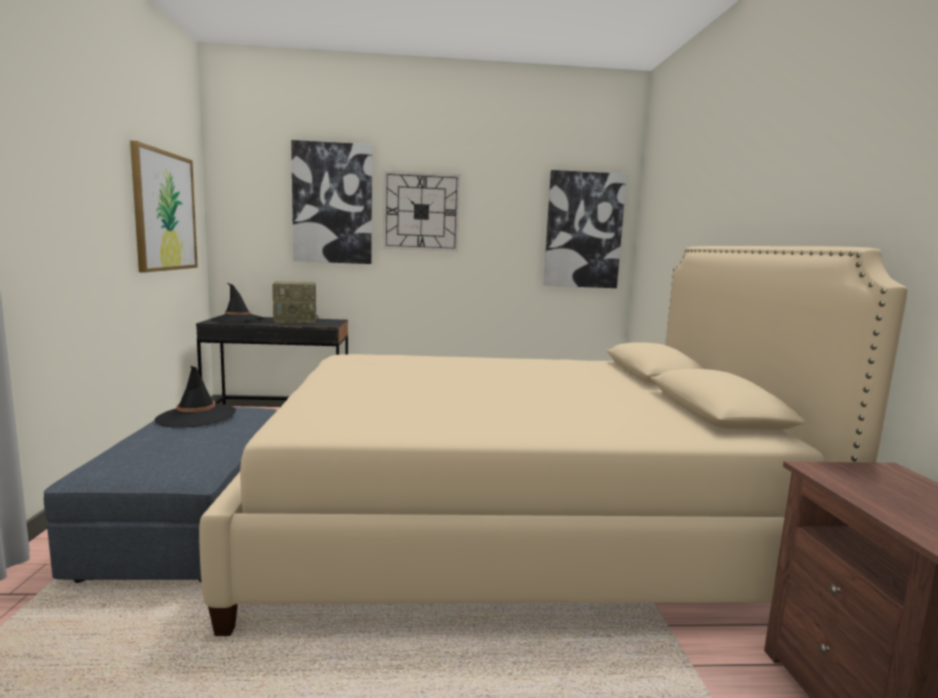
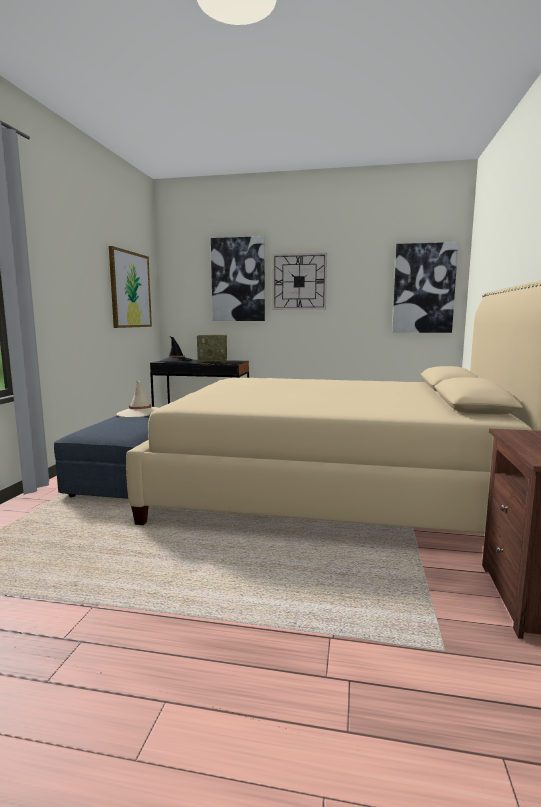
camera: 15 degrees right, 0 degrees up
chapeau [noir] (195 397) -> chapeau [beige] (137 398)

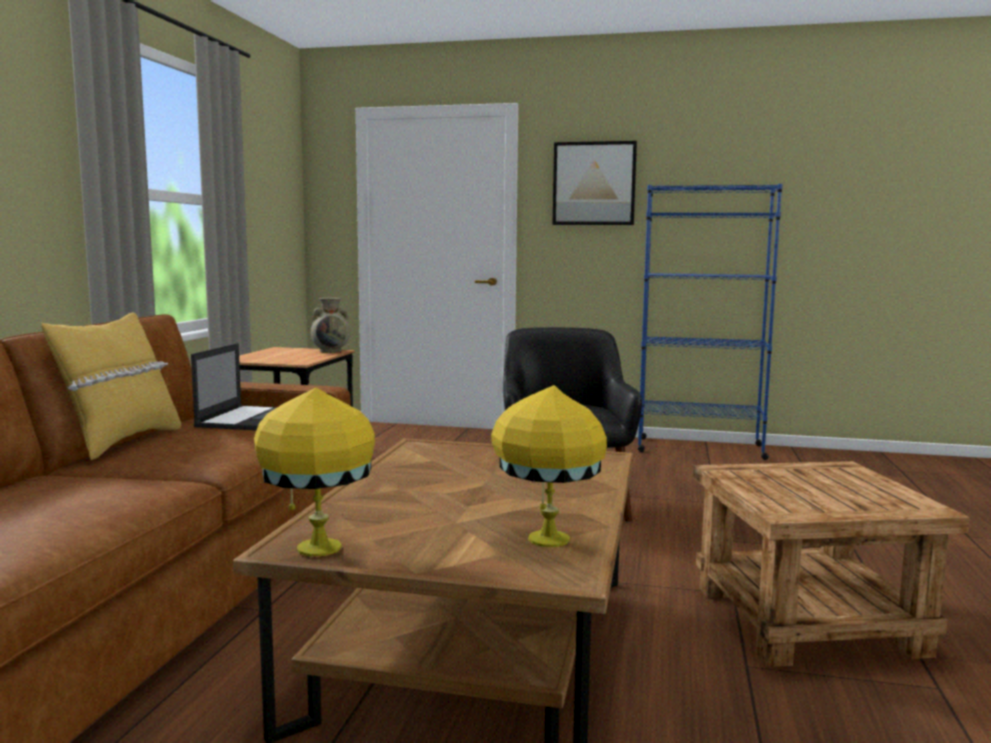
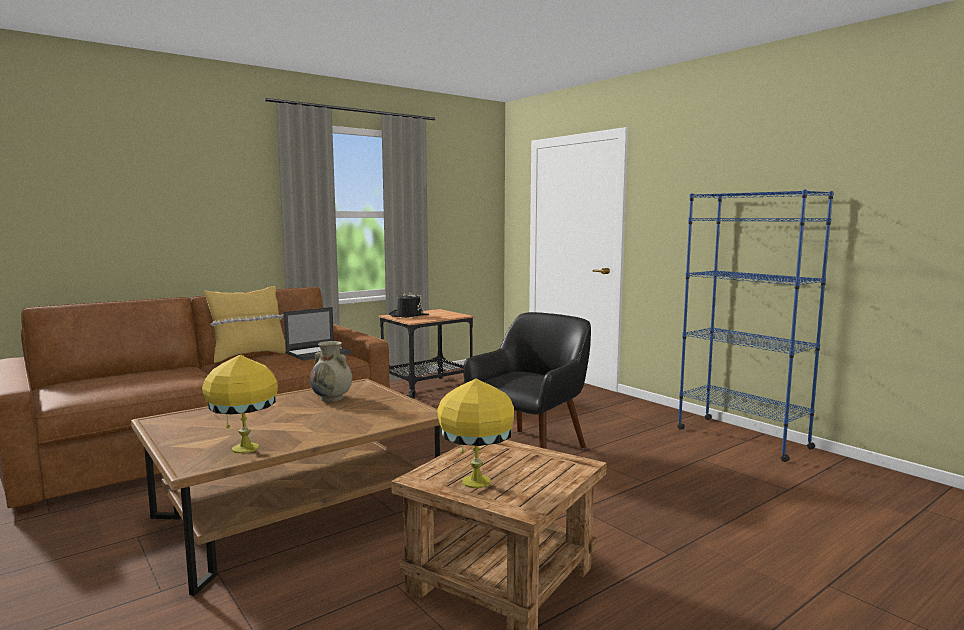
camera: 40 degrees right, 0 degrees up
lampe de table [jaune] (314 471) -> lampe de table [jaune] (475 433), shifted
vase [beige] (330 325) -> vase [beige] (331 371), shifted
tableau (594 183) -> none
none -> chapeau [noir] (409 305)

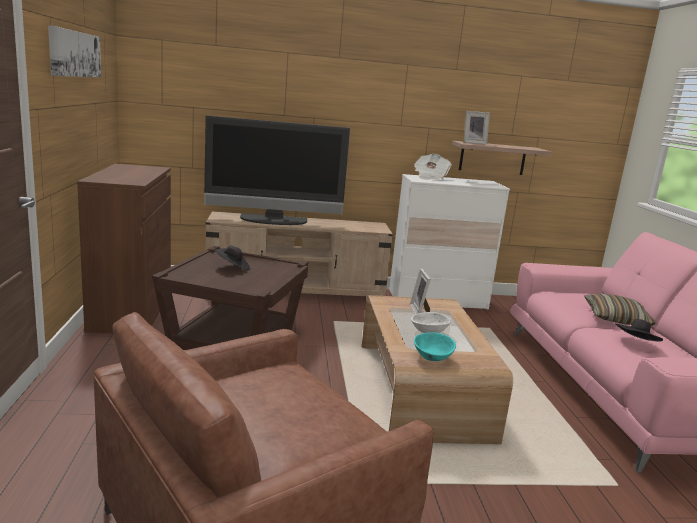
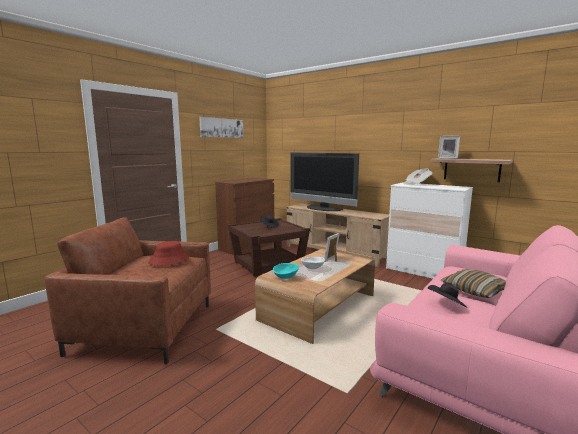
camera: 45 degrees right, 5 degrees down
none -> chapeau [rouge] (168 253)

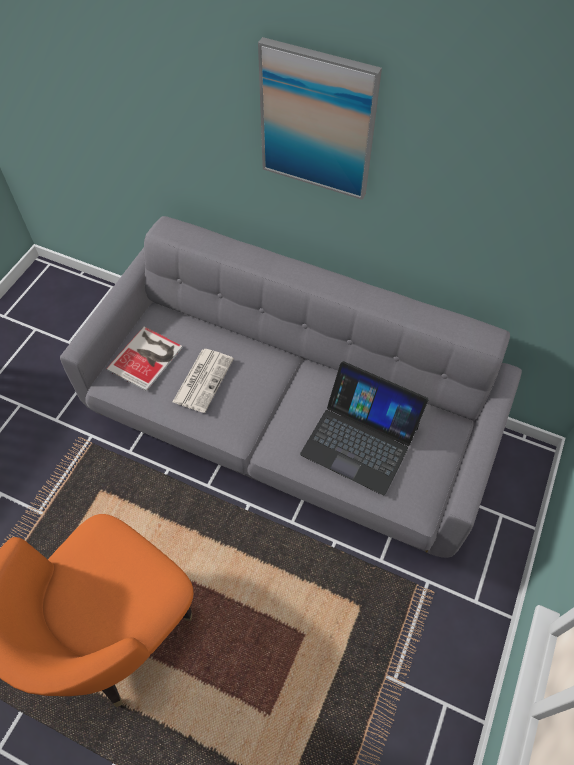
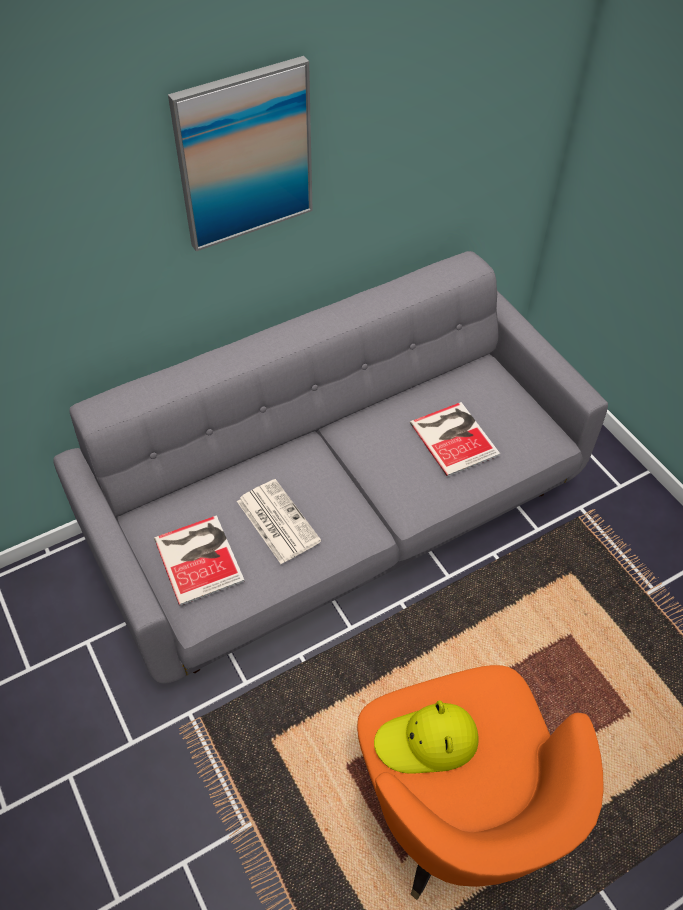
camera: 55 degrees left, 5 degrees down
ordinateur portable (364 428) -> livre (455 439)
none -> chapeau [jaune] (426 737)

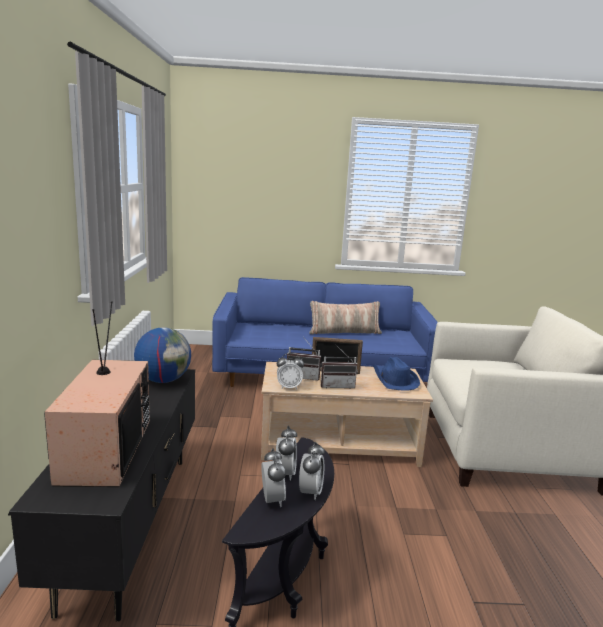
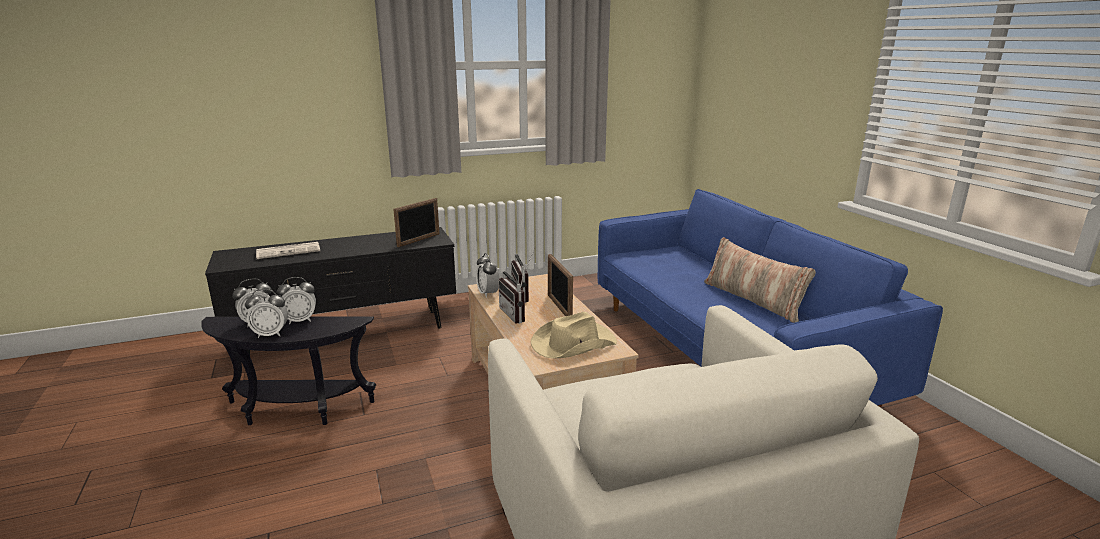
camera: 70 degrees right, 5 degrees up
téléviseur (97 394) -> journal (288 250)
globe (162 355) -> cadre photo (416 222)
chapeau [bleu] (396 374) -> chapeau [beige] (574 335)

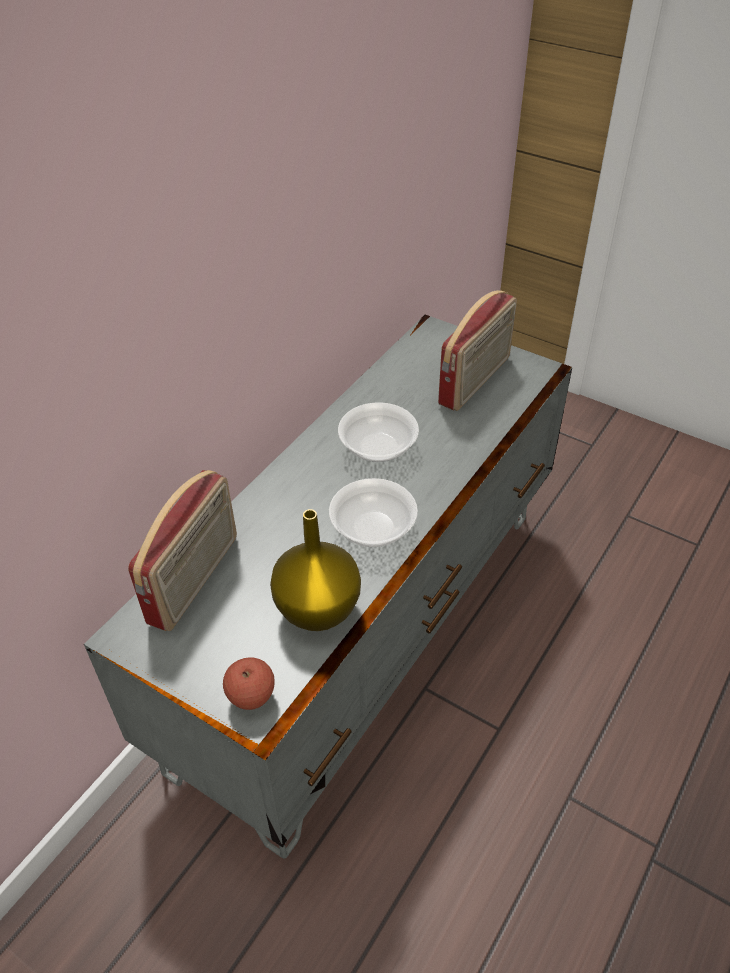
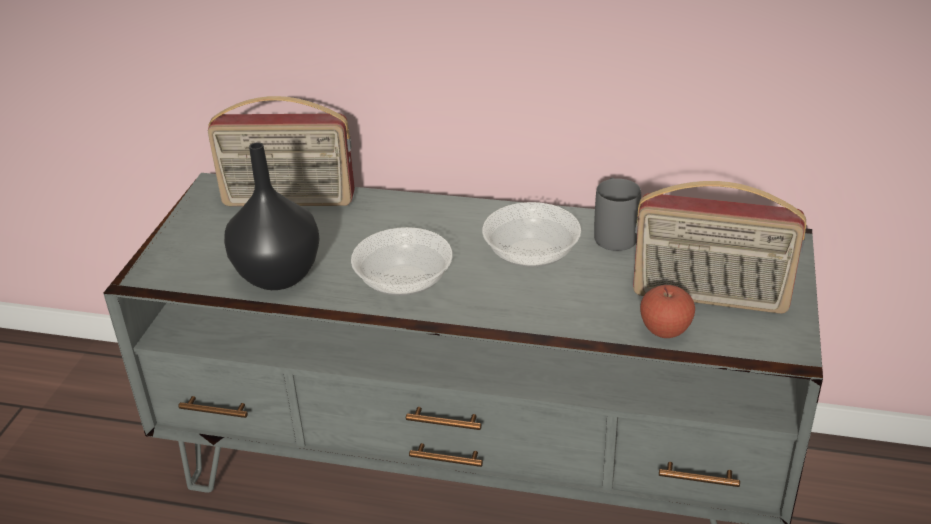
camera: 70 degrees right, 10 degrees down
pomme (249 683) -> pomme (667 311), shifted
vase [jaune] (315 570) -> vase [noir] (272 216)
none -> mug [gris] (617 214)

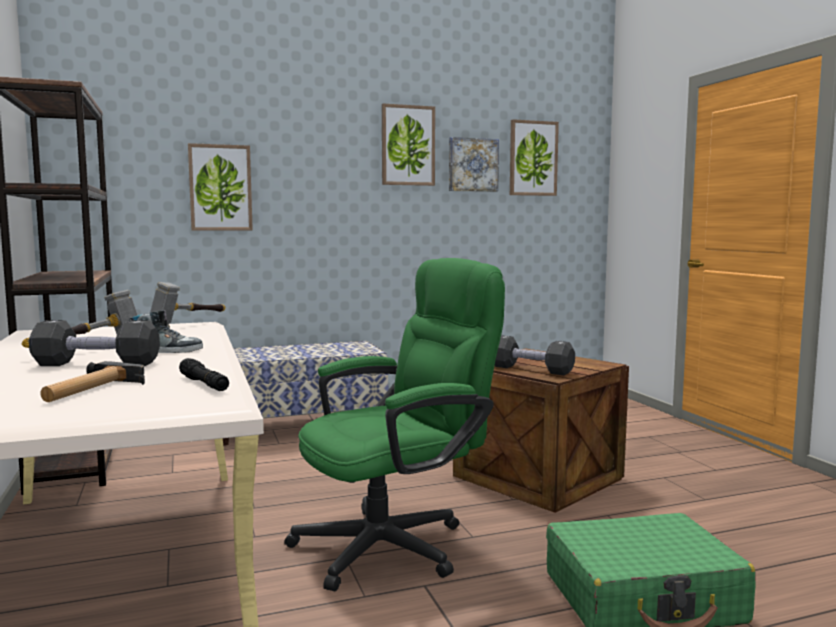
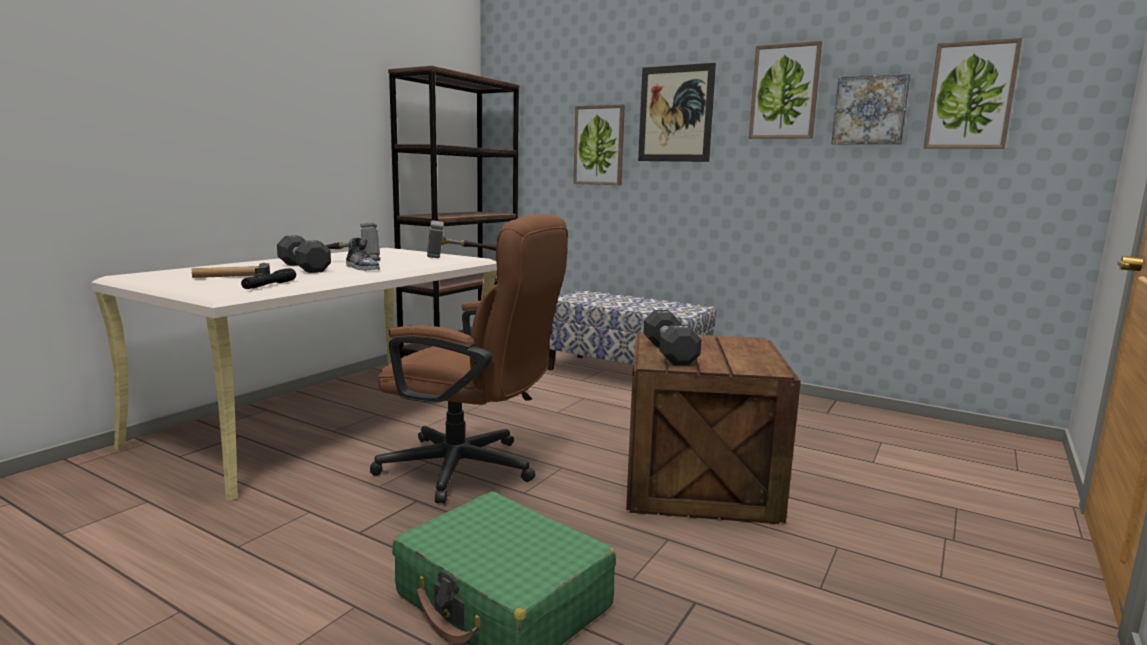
camera: 50 degrees right, 5 degrees up
chaise de bureau [vert] (394 425) -> chaise de bureau [marron] (469 359)
none -> tableau (677 112)

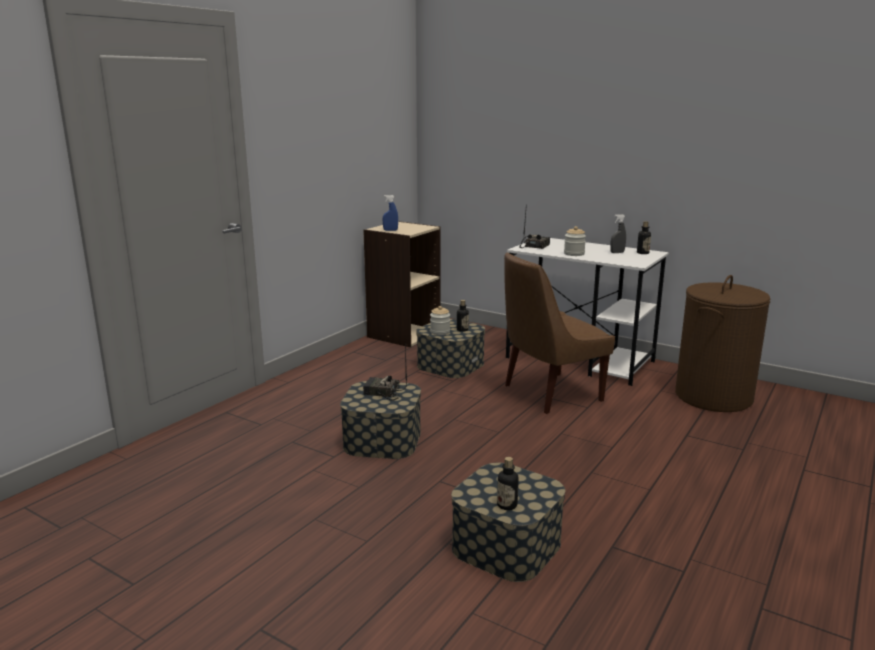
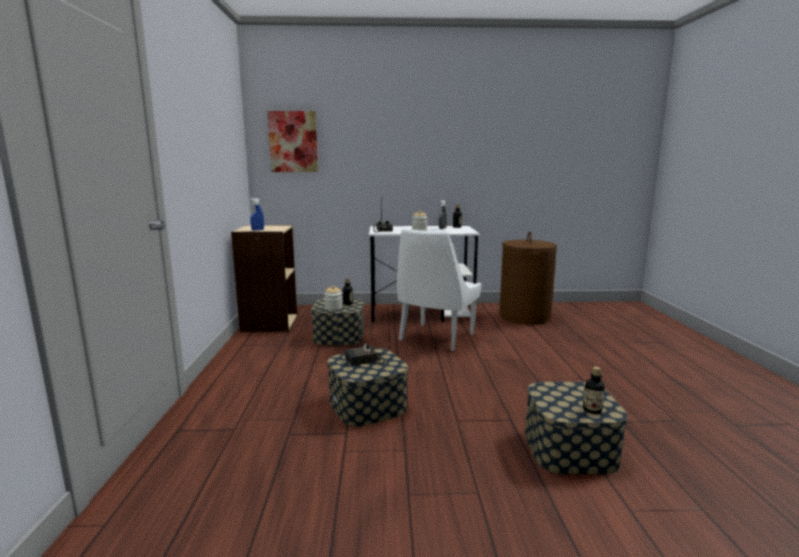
camera: 35 degrees left, 5 degrees down
chaise [marron] (559 333) -> chaise [blanc] (439 290)
none -> tableau (292 141)

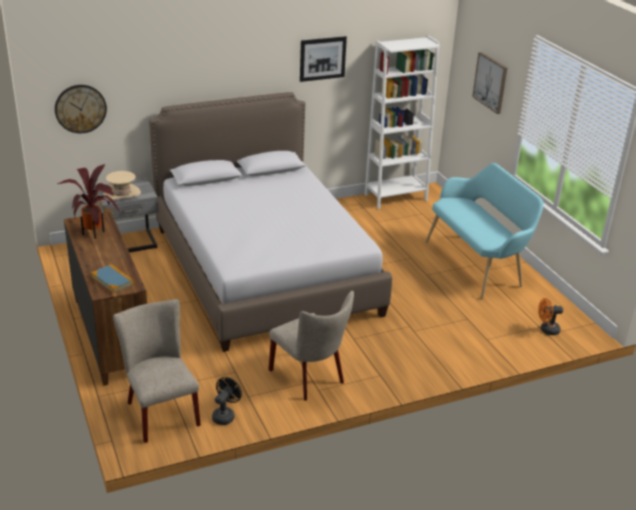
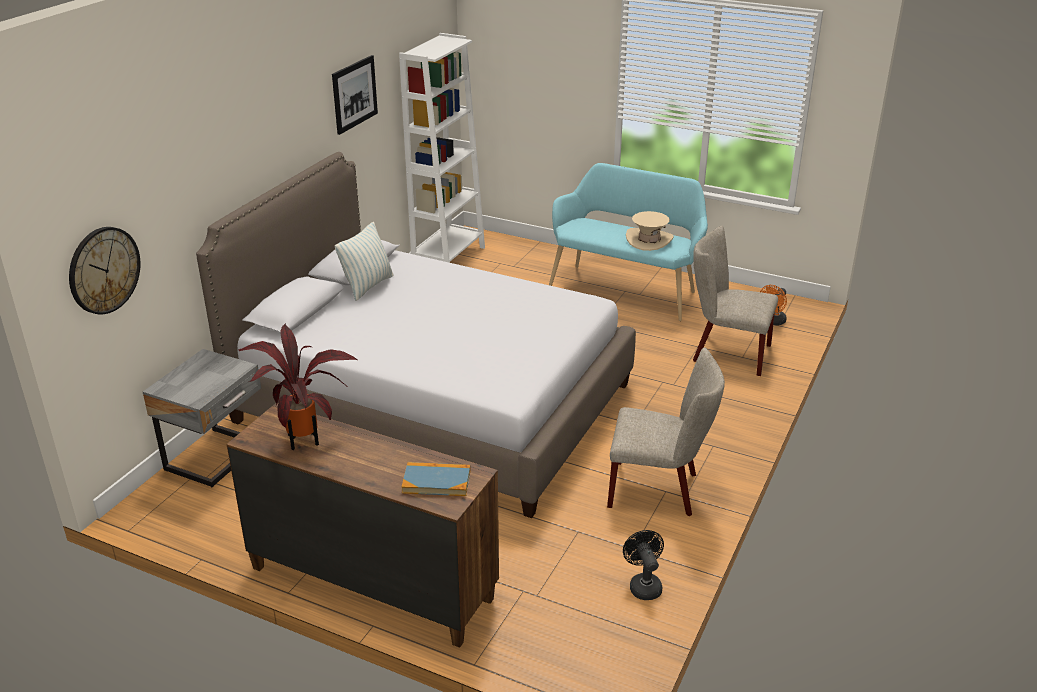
camera: 40 degrees left, 0 degrees up
chapeau [beige] (122 185) -> chapeau [beige] (650 231), shifted
chaise [beige] (157 371) -> chaise [beige] (735 300), shifted
tableau (489 83) -> none
none -> coussin (364 261)

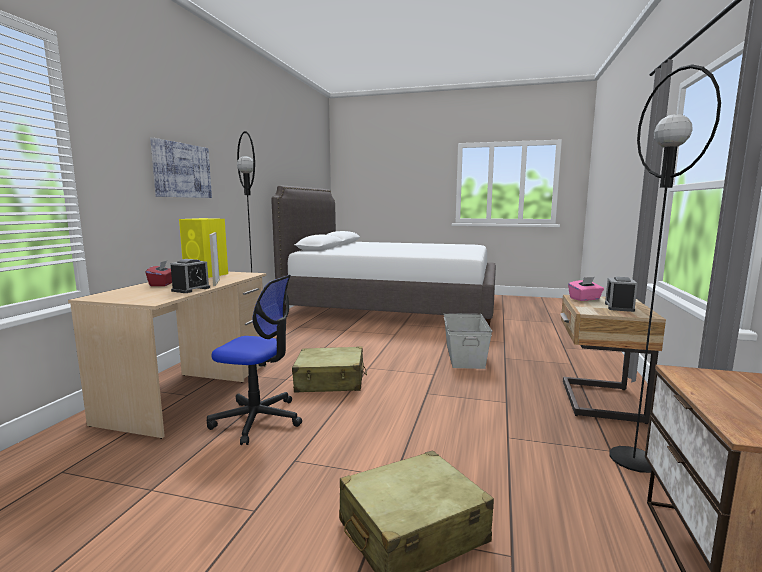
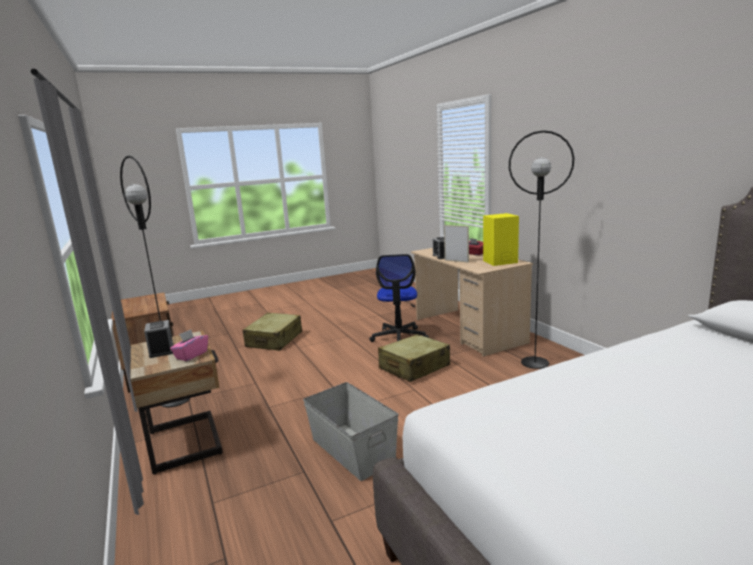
camera: 140 degrees right, 5 degrees up
tableau (181 168) -> none
chaise de bureau (254 360) -> chaise de bureau (399 298), 60 degrees counterclockwise

